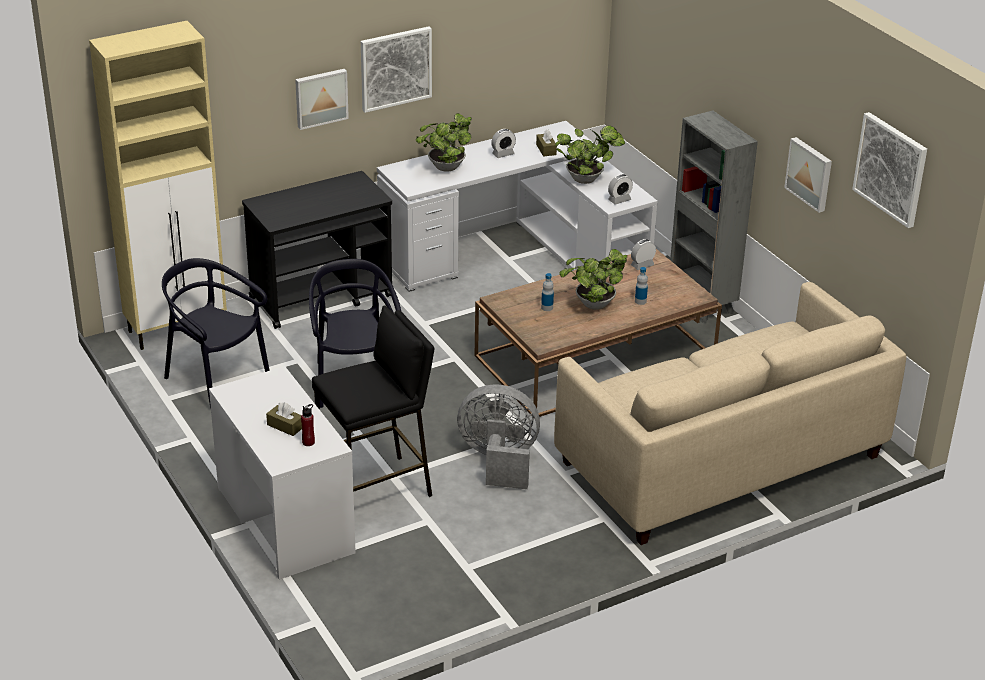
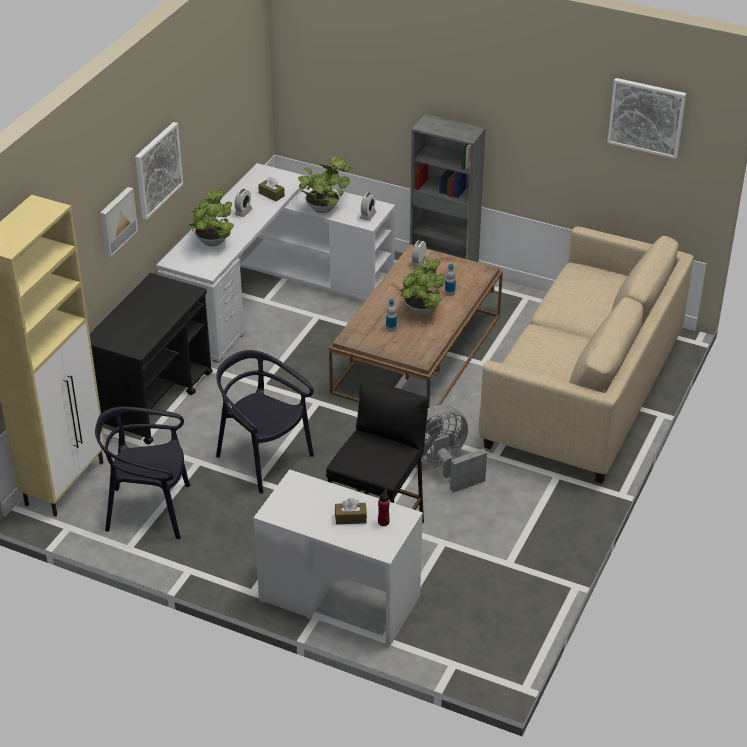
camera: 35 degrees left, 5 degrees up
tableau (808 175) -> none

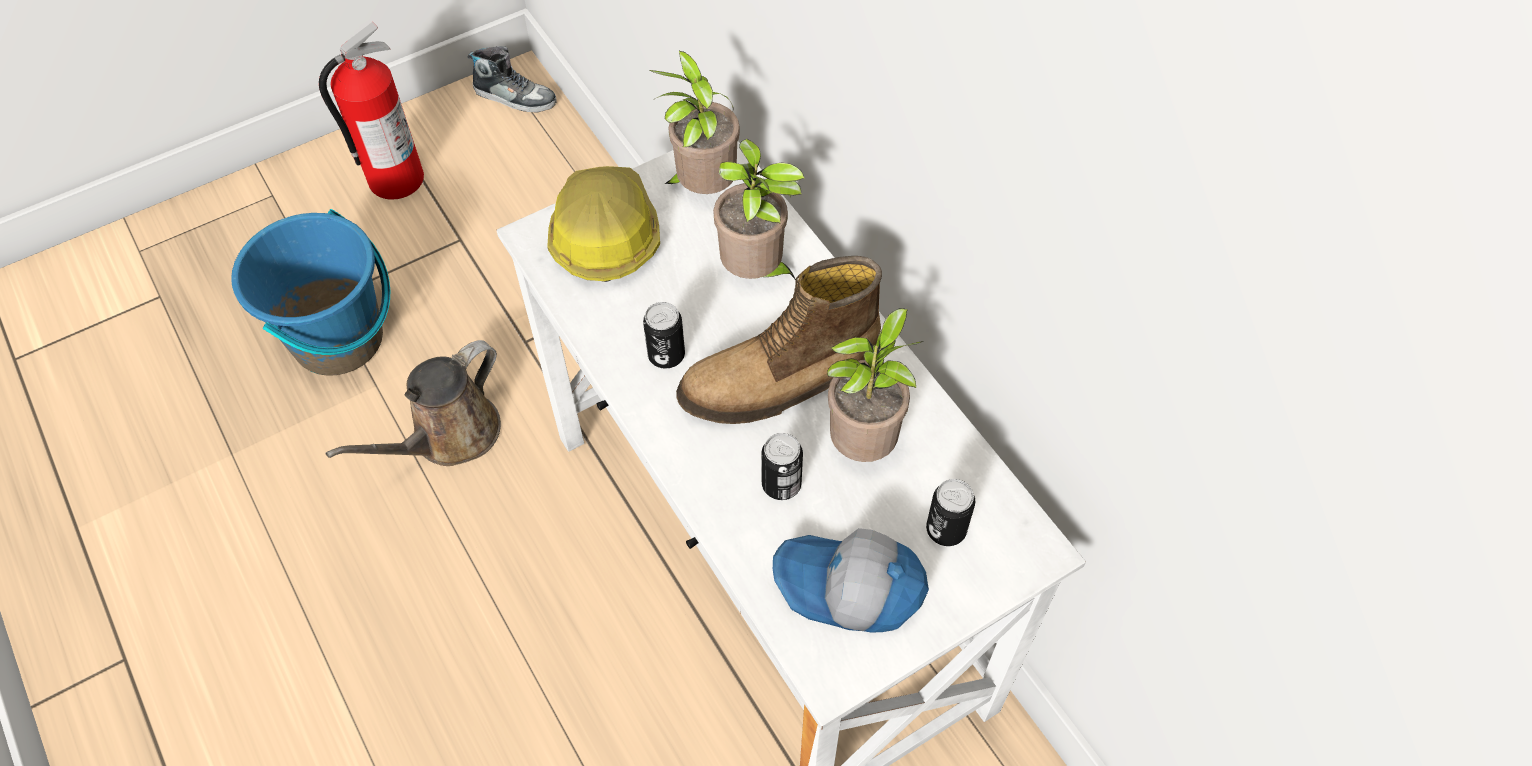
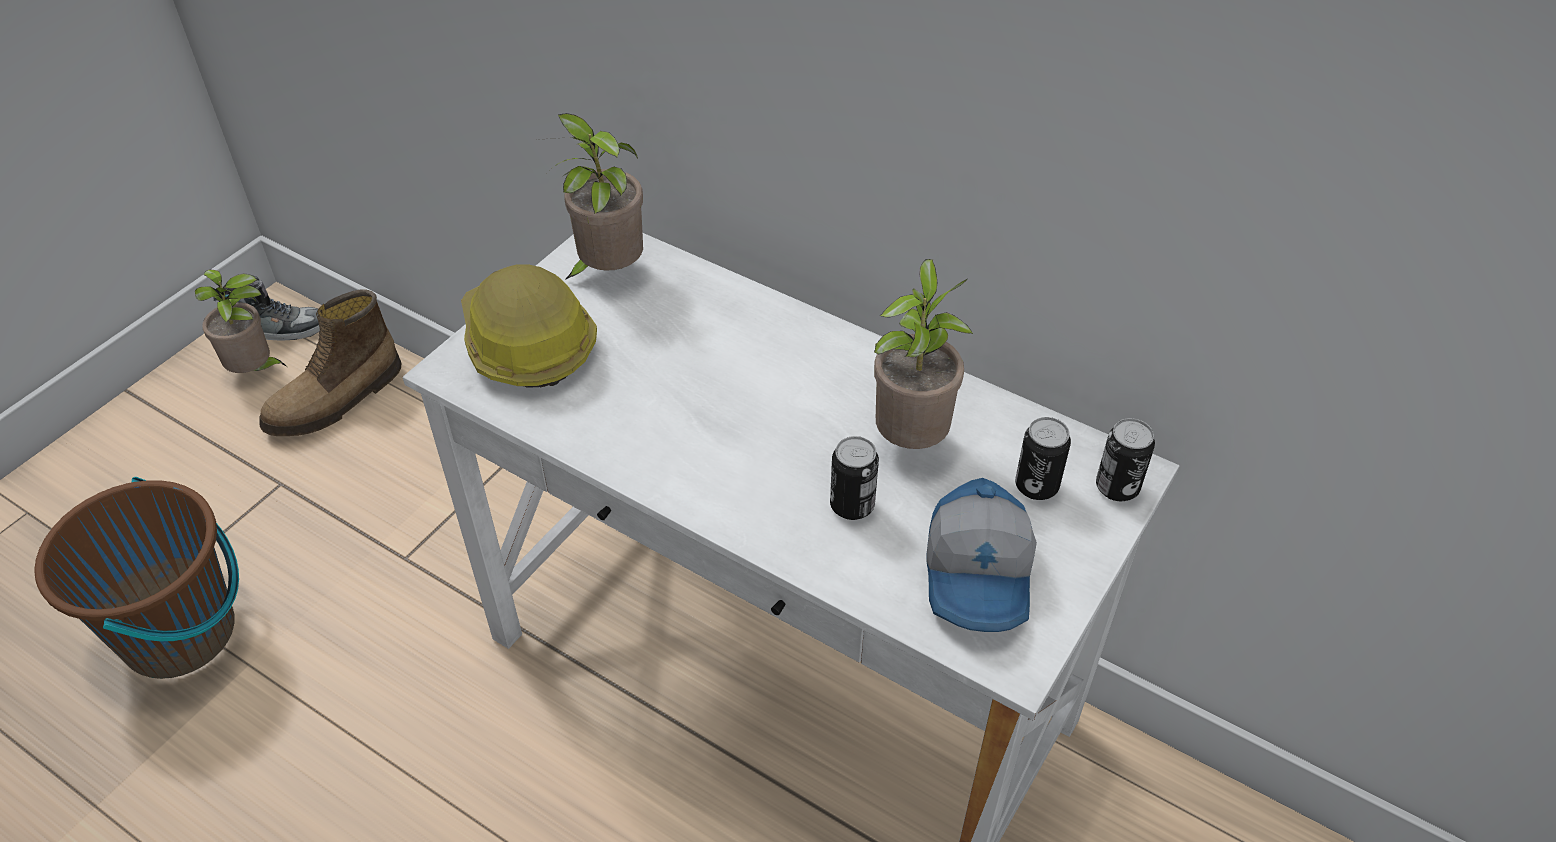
camera: 25 degrees left, 10 degrees down
seau [bleu] (310 292) -> seau [marron] (136 578)
extincteur (371 111) -> none
arrosoir [marron] (413 403) -> none
boîte métallique (664 335) -> boîte métallique (1125 459), shifted
botte (779 340) -> botte (330 362), shifted
plante en pot (759 209) -> plante en pot (241 321), shifted
casquette (851 580) -> casquette (981 555), 75 degrees counterclockwise

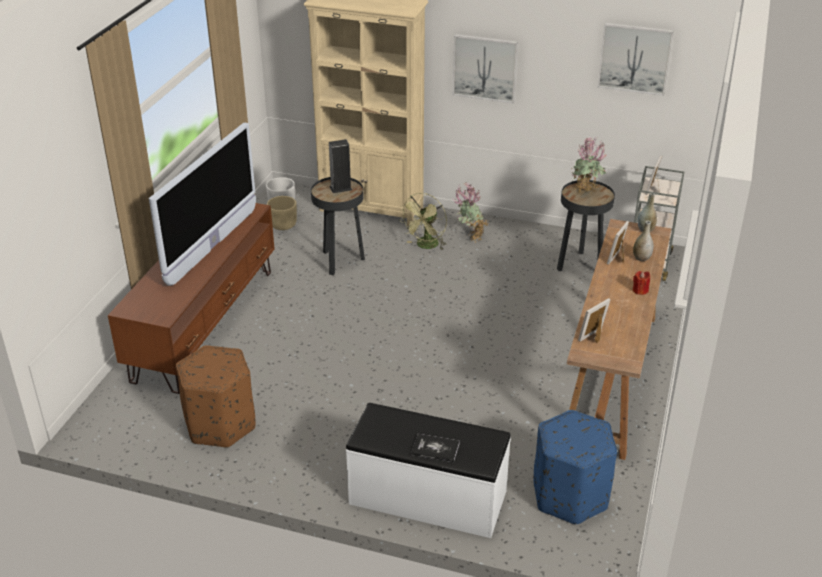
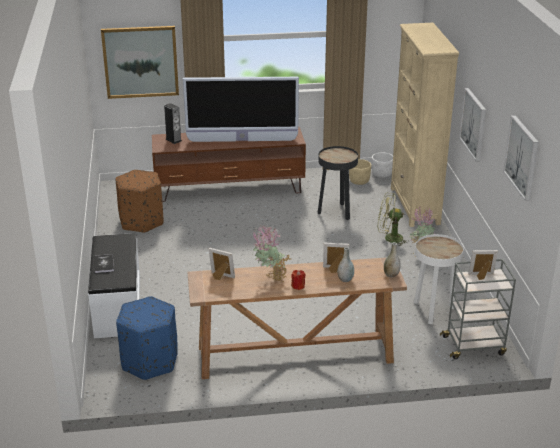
camera: 65 degrees right, 5 degrees down
enceinte (340 166) -> enceinte (173 123), shifted
table d'appoint [noir] (586 225) -> table d'appoint [blanc] (439 279)
plante en pot (589 164) -> plante en pot (272 253), shifted
none -> tableau (140 62)

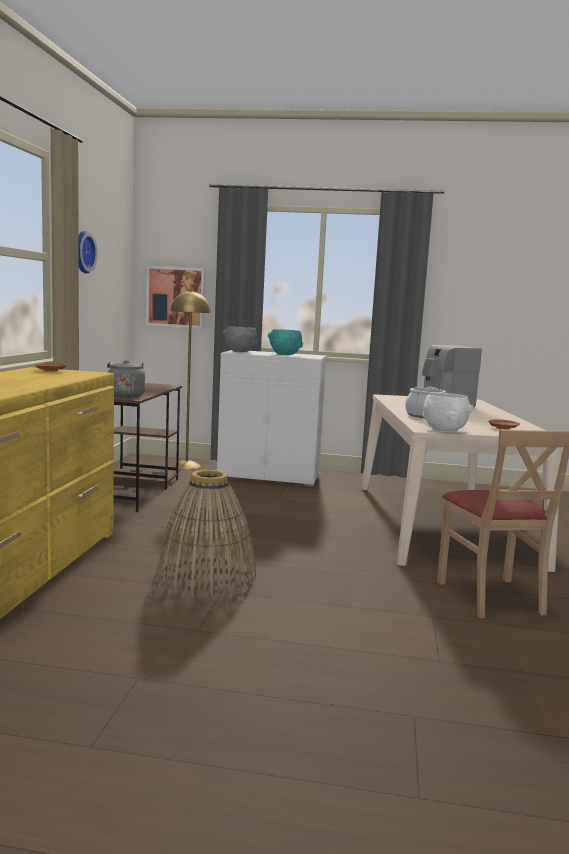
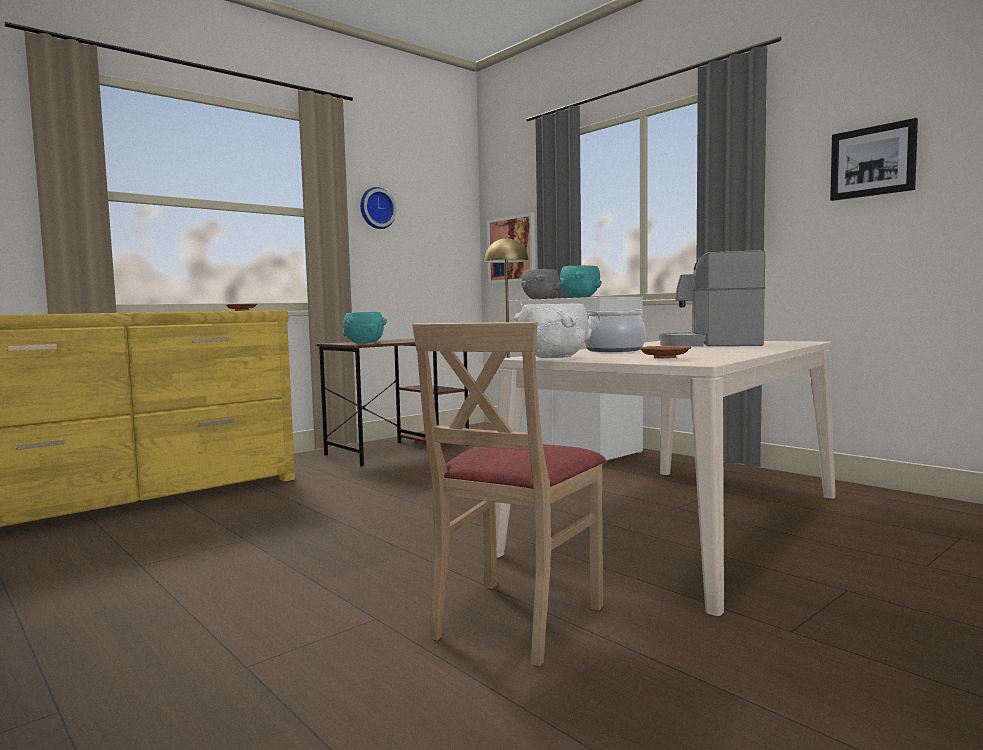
camera: 40 degrees right, 5 degrees down
bouilloire [gris] (126 379) -> bol [turquoise] (364 328)
panier (206 533) -> none
none -> tableau (874 159)

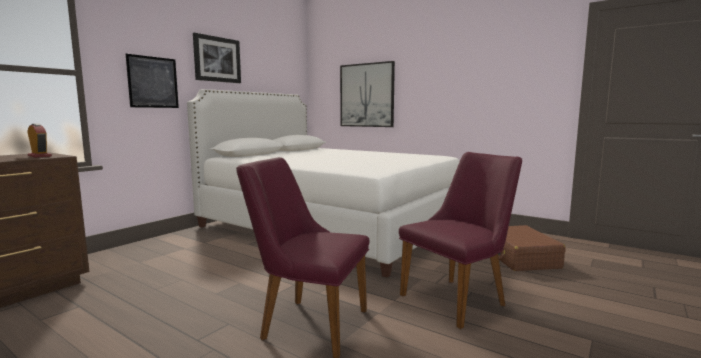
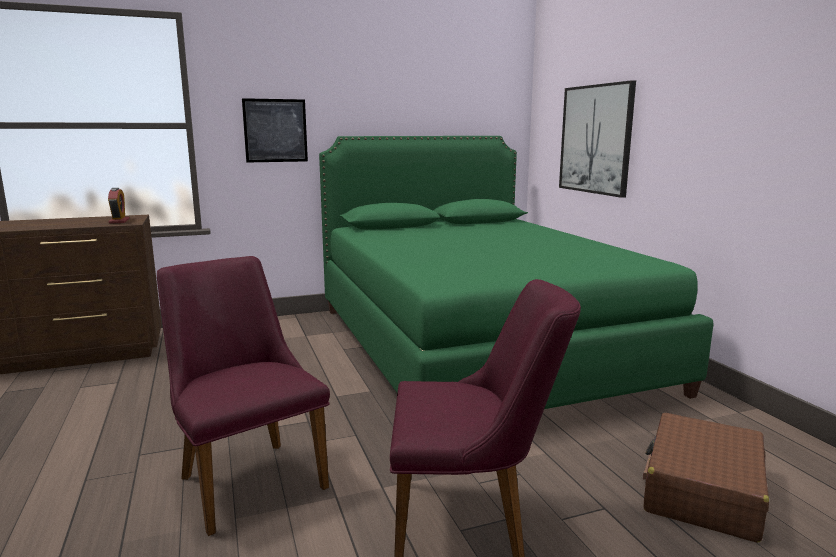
camera: 35 degrees right, 5 degrees up
lit [blanc] (323 183) -> lit [vert] (516 272)
tableau (217 58) -> none

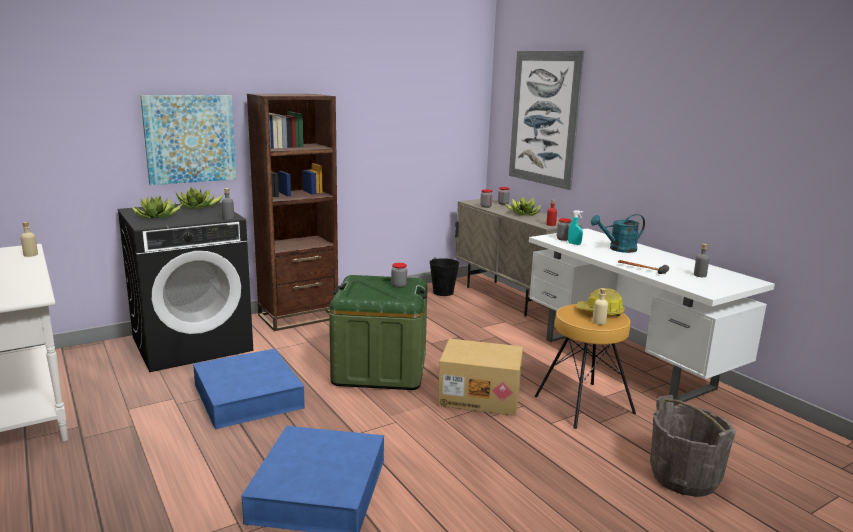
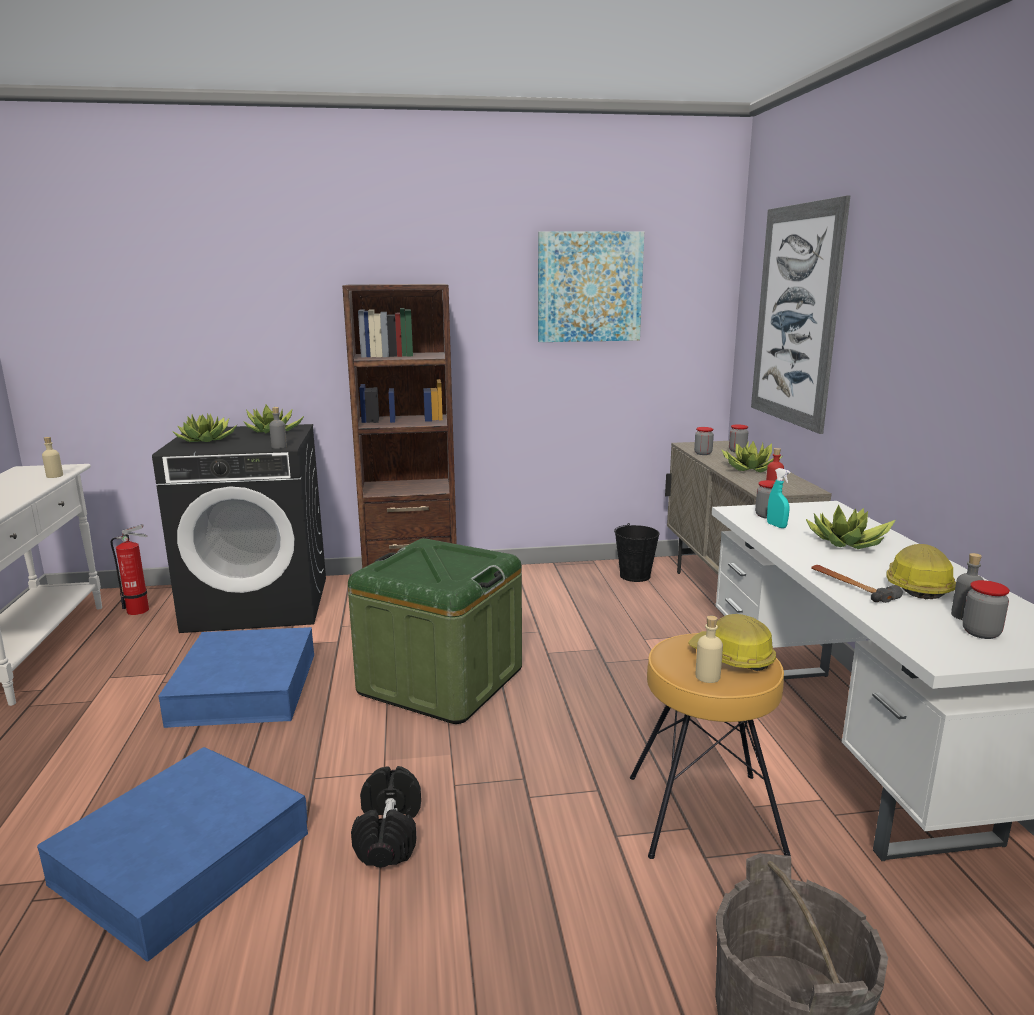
camera: 25 degrees right, 0 degrees up
tableau (188 140) -> tableau (591 286), shifted
bocal (399 275) -> bocal (986 609), shifted
carton (480 377) -> none
arrosoir [turquoise] (618 233) -> plante en pot (850 526)
none -> extincteur (130 569)
none -> haltère [noir] (386 817)
none -> casque de chantier (921 571)

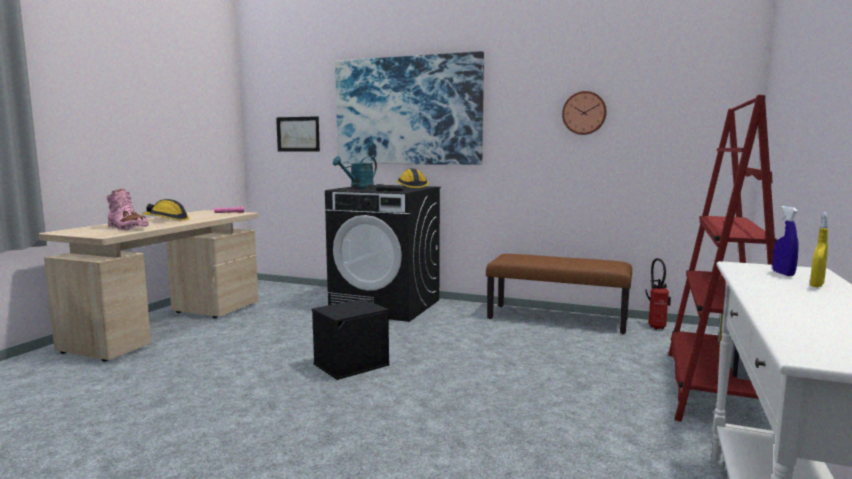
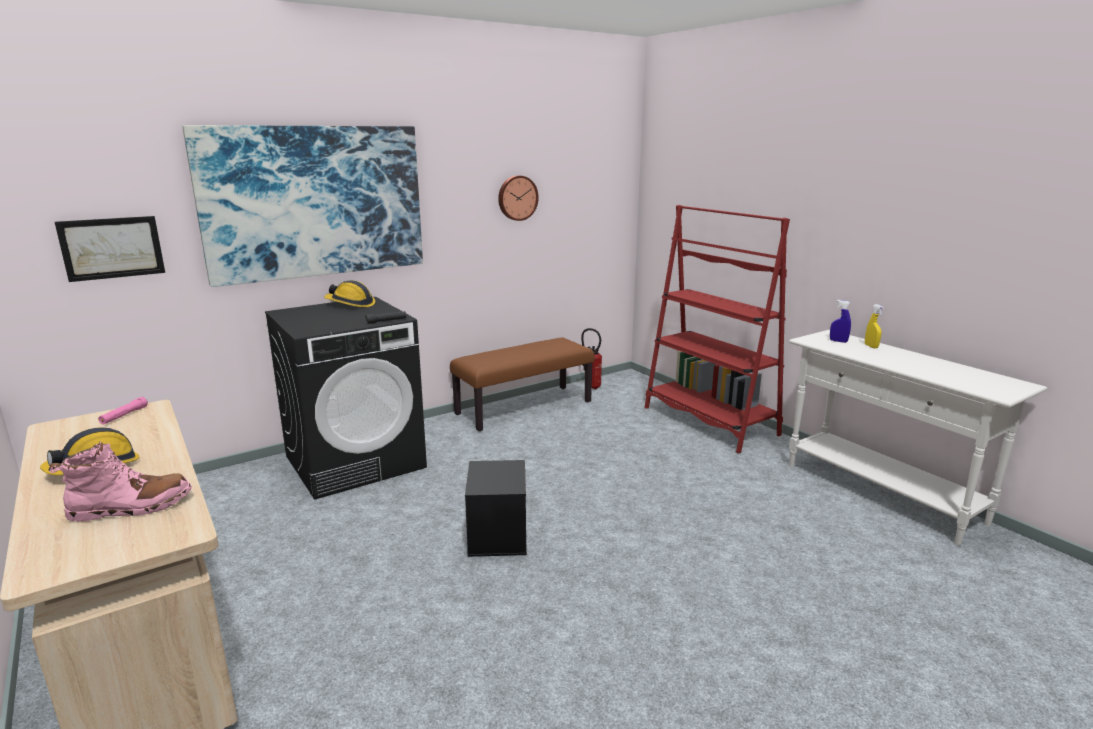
camera: 55 degrees left, 10 degrees up
arrosoir [turquoise] (355 172) -> none

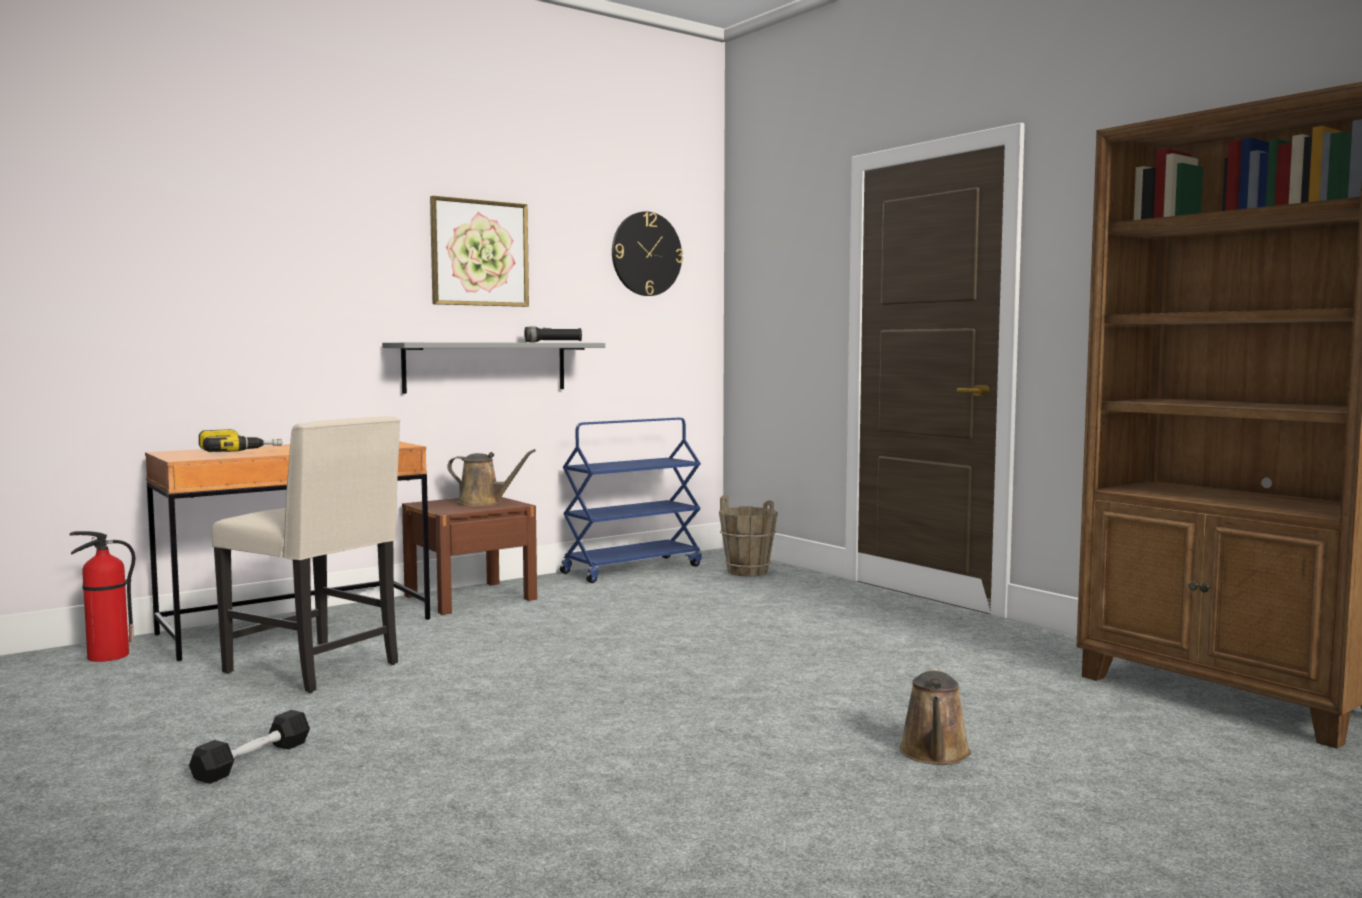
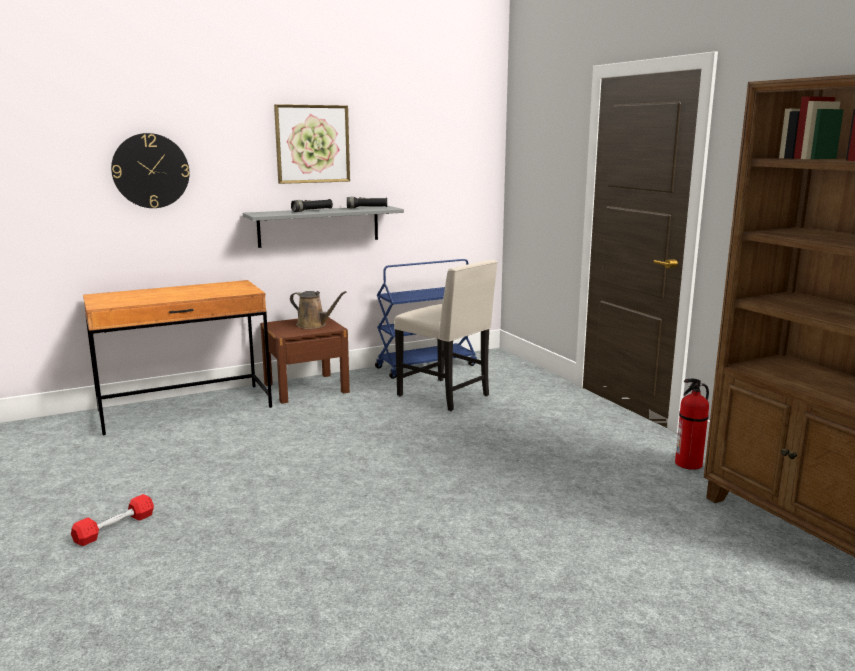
camera: 10 degrees right, 10 degrees up
extincteur (102 596) -> extincteur (692 424), shifted
haltère [noir] (249 747) -> haltère [rouge] (112 520)
perceuse (240 440) -> none
chaise [beige] (306 554) -> chaise [beige] (445 335), shifted
horloge murale (647 253) -> horloge murale (150 170), shifted
seau [marron] (748 536) -> none
arrosoir [marron] (935 716) -> none
none -> lampe de poche [noir] (312 205)

